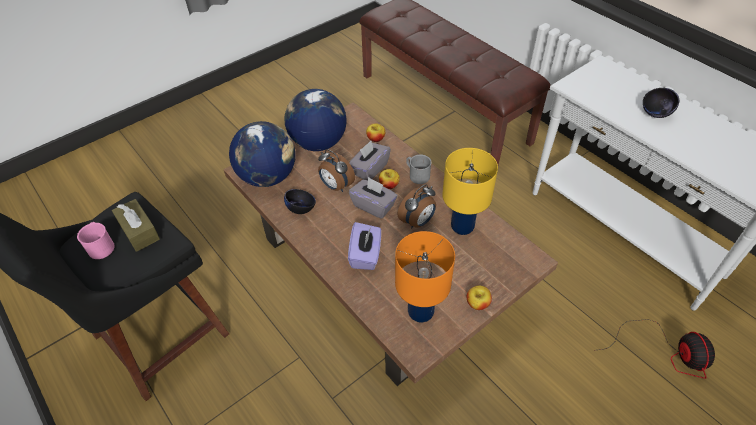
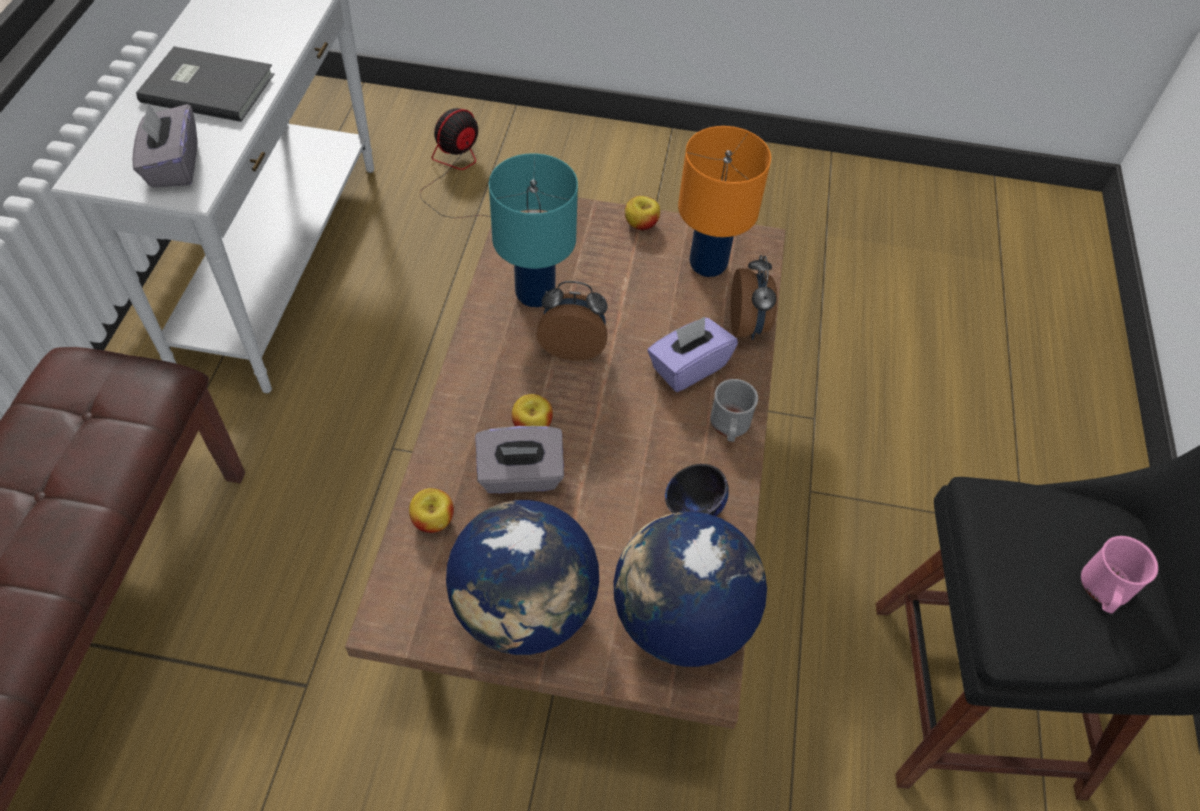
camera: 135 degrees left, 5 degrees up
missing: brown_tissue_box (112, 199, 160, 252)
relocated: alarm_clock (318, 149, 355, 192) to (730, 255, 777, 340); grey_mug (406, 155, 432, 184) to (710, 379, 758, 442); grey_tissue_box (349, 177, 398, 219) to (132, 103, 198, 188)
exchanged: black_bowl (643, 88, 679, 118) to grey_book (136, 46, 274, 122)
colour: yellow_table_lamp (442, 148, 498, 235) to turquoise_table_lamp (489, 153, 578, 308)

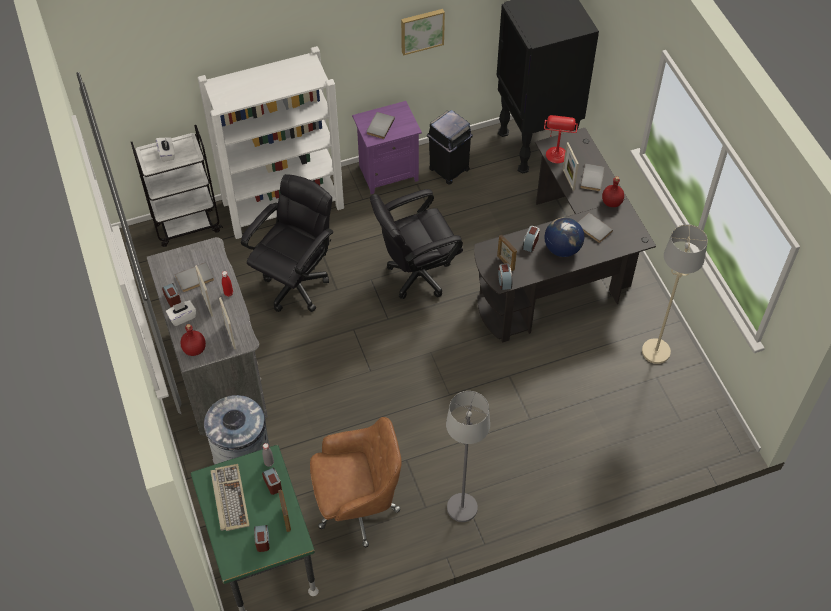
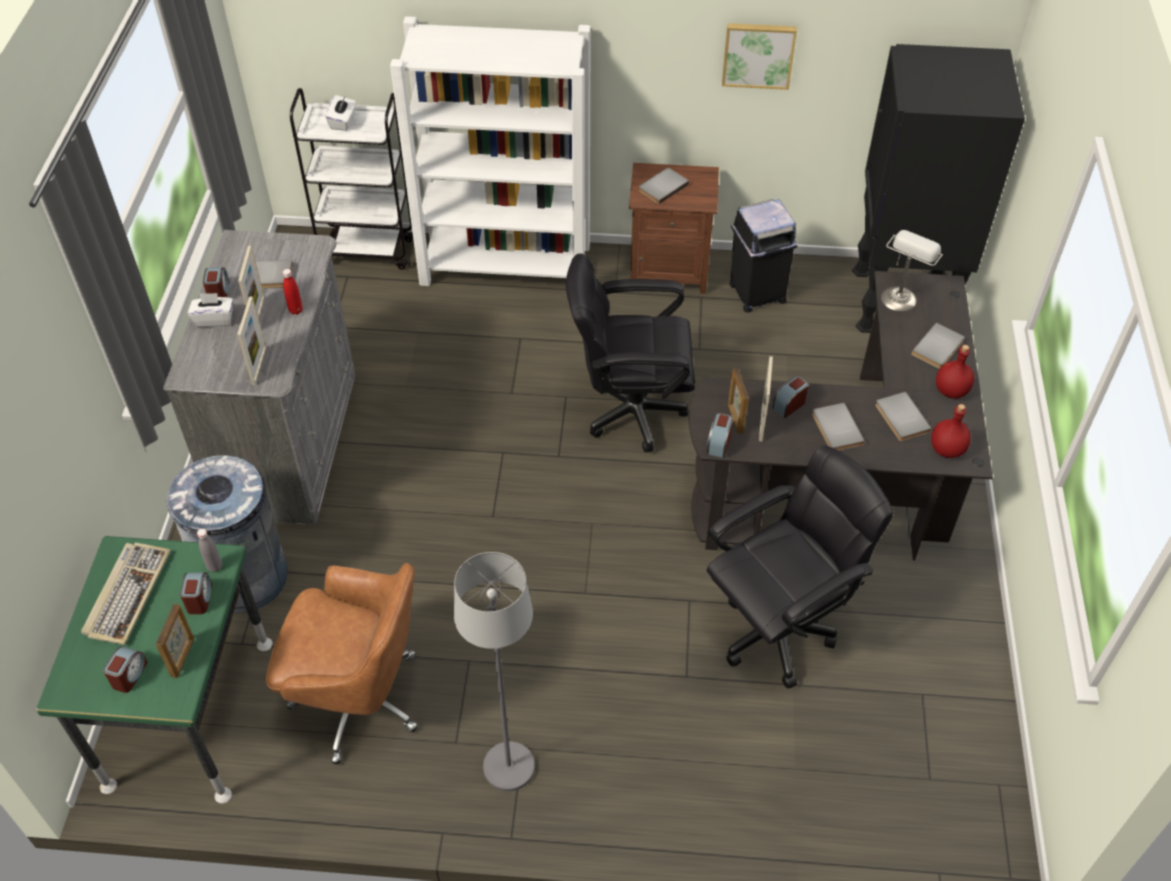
camera: 25 degrees right, 5 degrees down
missing: beige_floor_lamp (642, 224, 708, 364)
relocated: picture_frame (563, 142, 579, 191) to (759, 356, 773, 441); black_office_chair (241, 174, 333, 312) to (707, 445, 894, 688); red_bottle (180, 324, 206, 356) to (931, 404, 971, 458)
exchanged: globe (544, 217, 584, 257) to grey_book (812, 403, 865, 450)
colour: purple_nightstand (352, 101, 422, 194) to brown_nightstand (629, 163, 719, 294); red_table_lamp (544, 115, 578, 163) to white_table_lamp (881, 230, 943, 311)

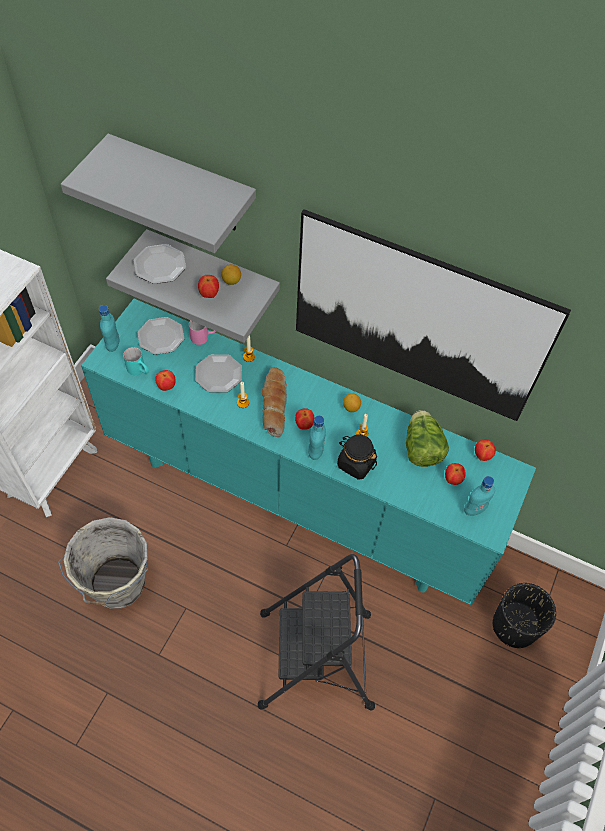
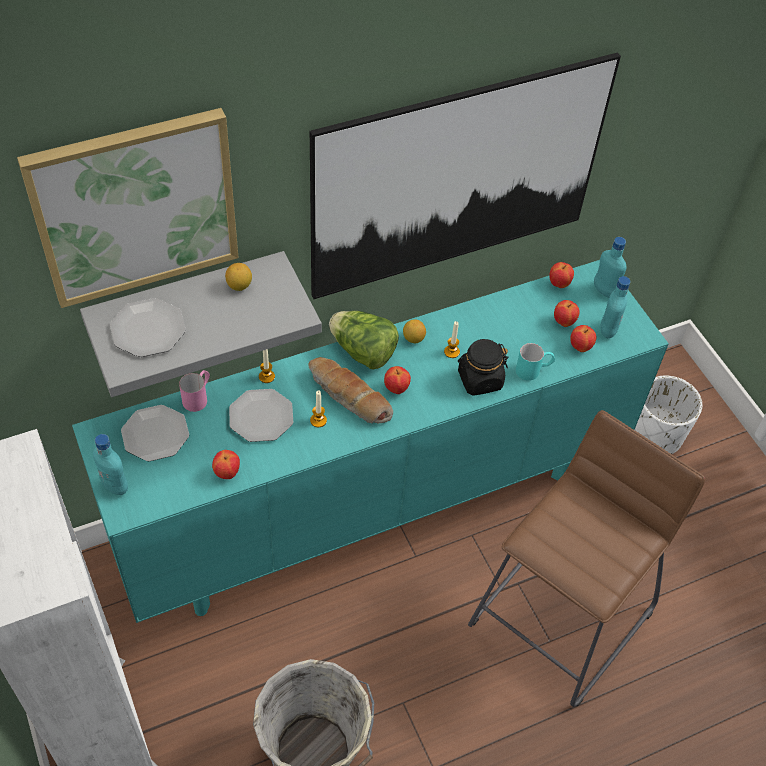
camera: 50 degrees left, 5 degrees down
relocated: apple (198, 275, 219, 298) to (570, 325, 597, 352); turquoise_mug (123, 347, 149, 375) to (516, 343, 555, 381); lettuce (406, 410, 449, 467) to (329, 311, 399, 370); turquoise_bottle (308, 416, 326, 460) to (594, 237, 626, 298)
exchanged: grey_shelf (61, 134, 256, 253) to picture (17, 108, 239, 308); black_step_ladder (258, 554, 375, 710) to brown_stool (468, 410, 705, 707)
colour: black_planter (493, 583, 556, 649) to white_planter (635, 375, 702, 454)

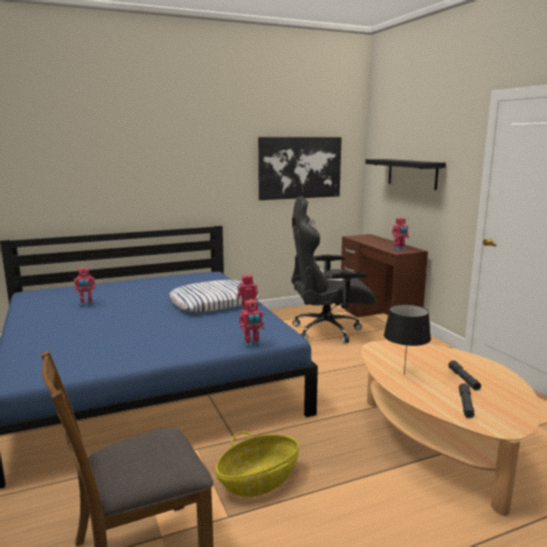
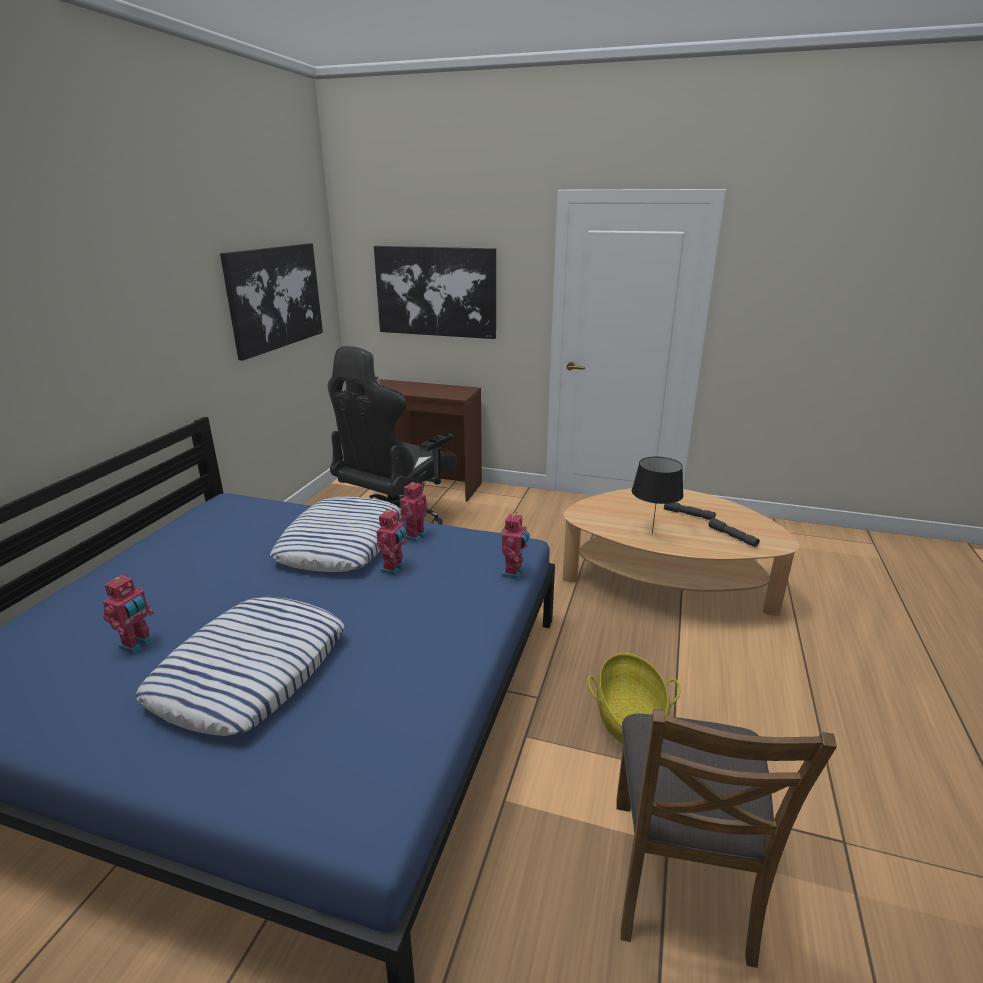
camera: 50 degrees left, 10 degrees up
appeared: pillow (136, 597, 345, 736)
relocated: toy_robot (392, 217, 409, 250) to (377, 508, 407, 575)
exchanged: black_shelf (365, 159, 446, 190) to picture (374, 246, 496, 339)

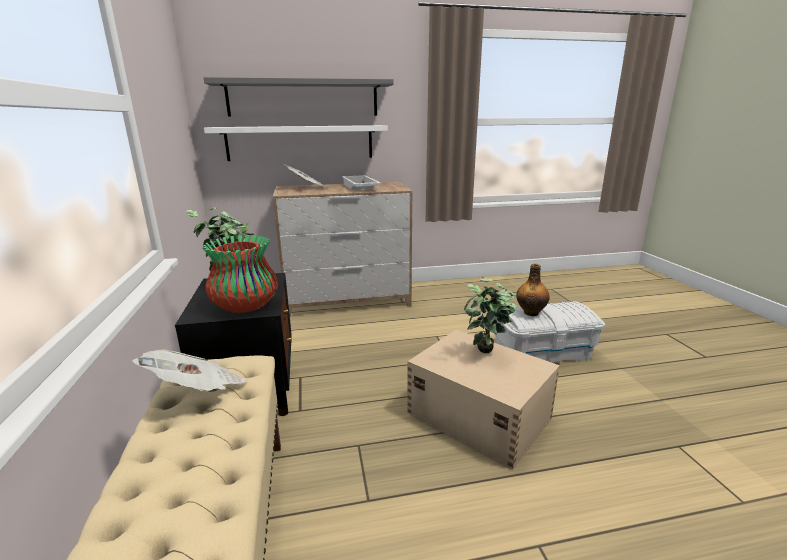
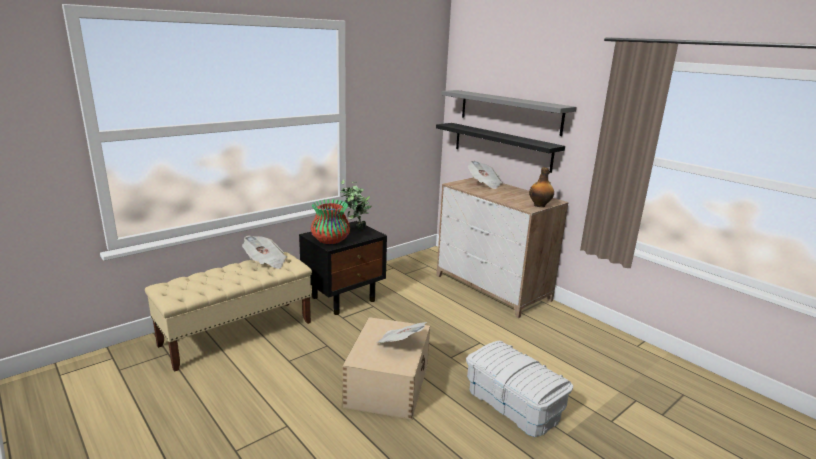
camera: 60 degrees right, 0 degrees up
missing: white_tray (342, 175, 381, 190)
relocated: bottle (516, 264, 550, 316) to (529, 167, 554, 207)
exchanged: potted_plant (464, 278, 516, 353) to newspaper (376, 322, 427, 343)
colour: white_shelf (204, 125, 388, 161) to black_shelf (436, 123, 565, 173)

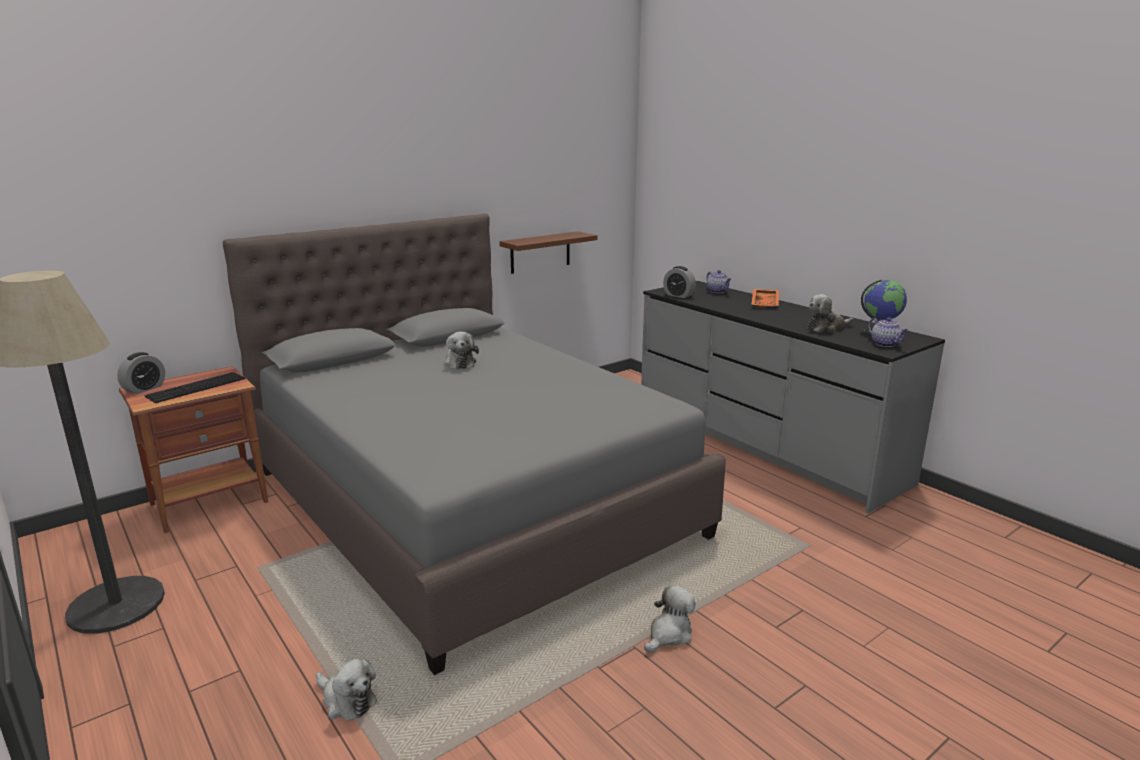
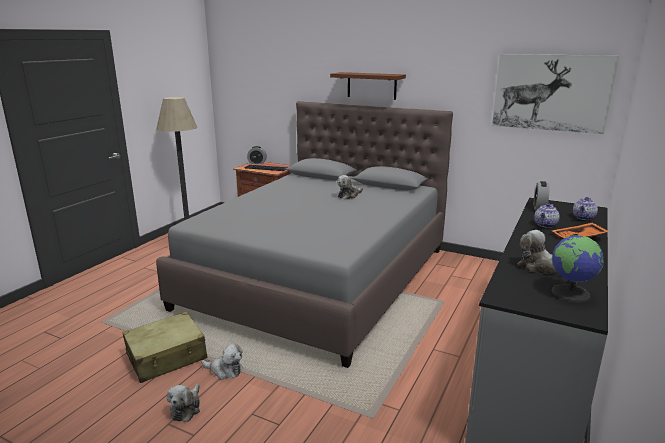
camera: 65 degrees right, 0 degrees up
appeared: picture (492, 54, 619, 134); beige_suitcase (123, 311, 207, 383)
relocated: brown_shelf (499, 231, 597, 274) to (330, 72, 406, 100); teapot (868, 317, 909, 347) to (534, 203, 560, 228); plush_toy (316, 658, 377, 721) to (167, 384, 200, 422)

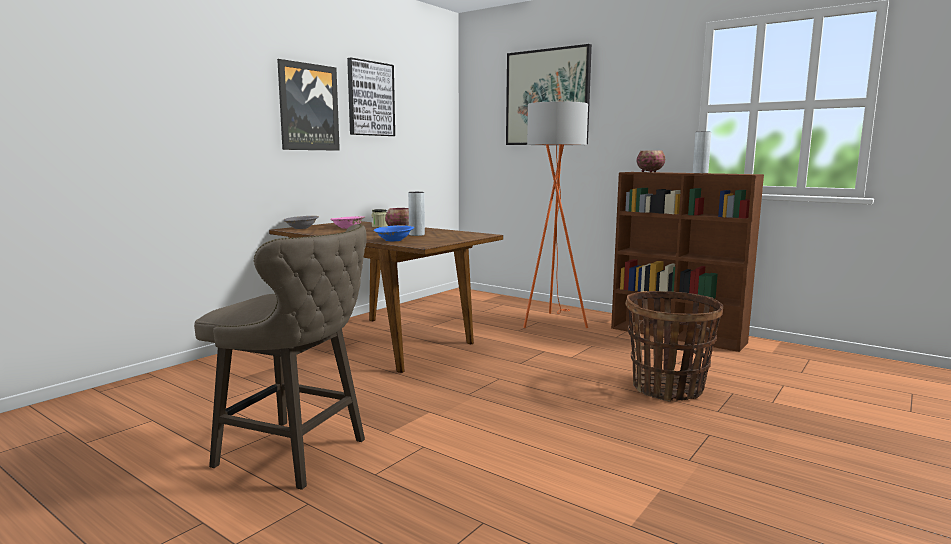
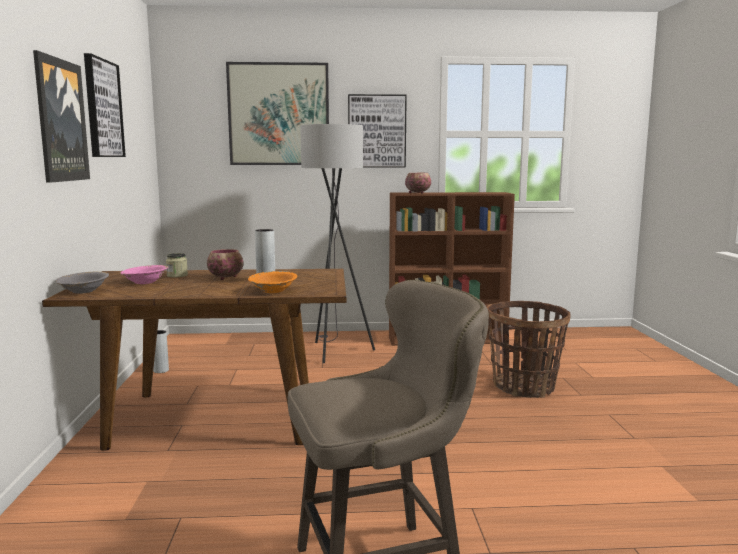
camera: 40 degrees left, 0 degrees up
appeared: picture (348, 94, 407, 168)
relocated: grey_vase (693, 132, 711, 173) to (153, 330, 169, 373)
colour: orange_floor_lamp (523, 101, 588, 328) to grey_floor_lamp (300, 124, 375, 363); blue_bowl (374, 225, 414, 241) to orange_bowl (248, 271, 297, 293)

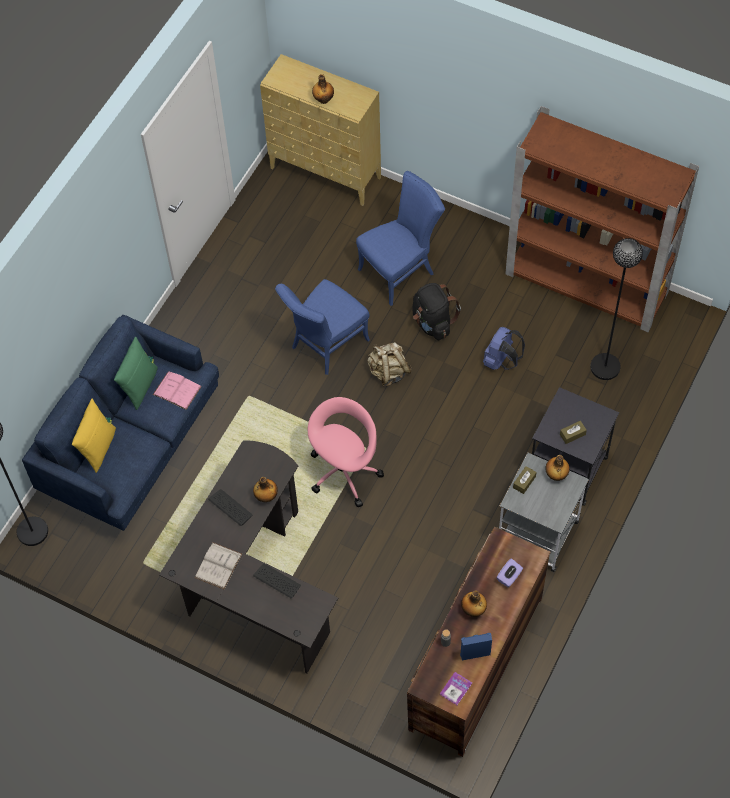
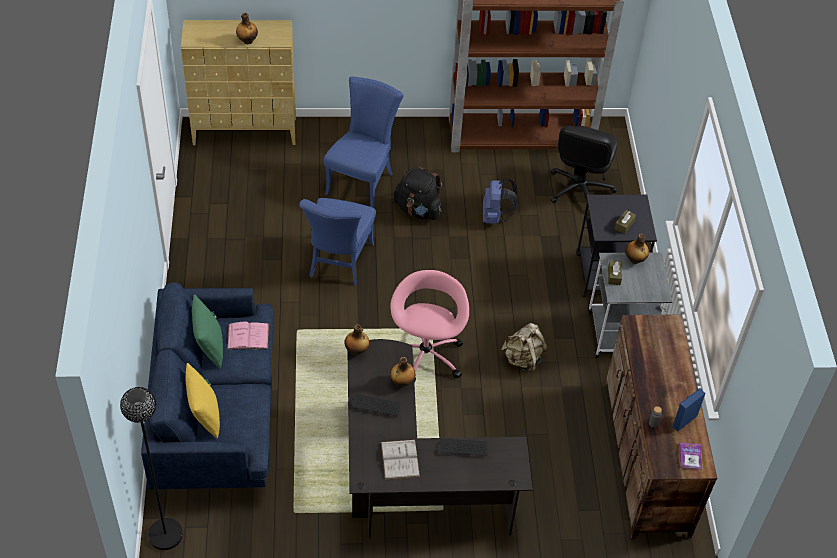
camera: 35 degrees left, 10 degrees down
missing: purple_tissue_box (496, 558, 523, 588)
relocated: beige_backpack (367, 342, 412, 386) to (501, 323, 548, 373); bottle (461, 591, 487, 617) to (344, 324, 369, 355)
exchanged: black_floor_lamp (590, 238, 643, 380) to black_office_chair (550, 126, 618, 214)

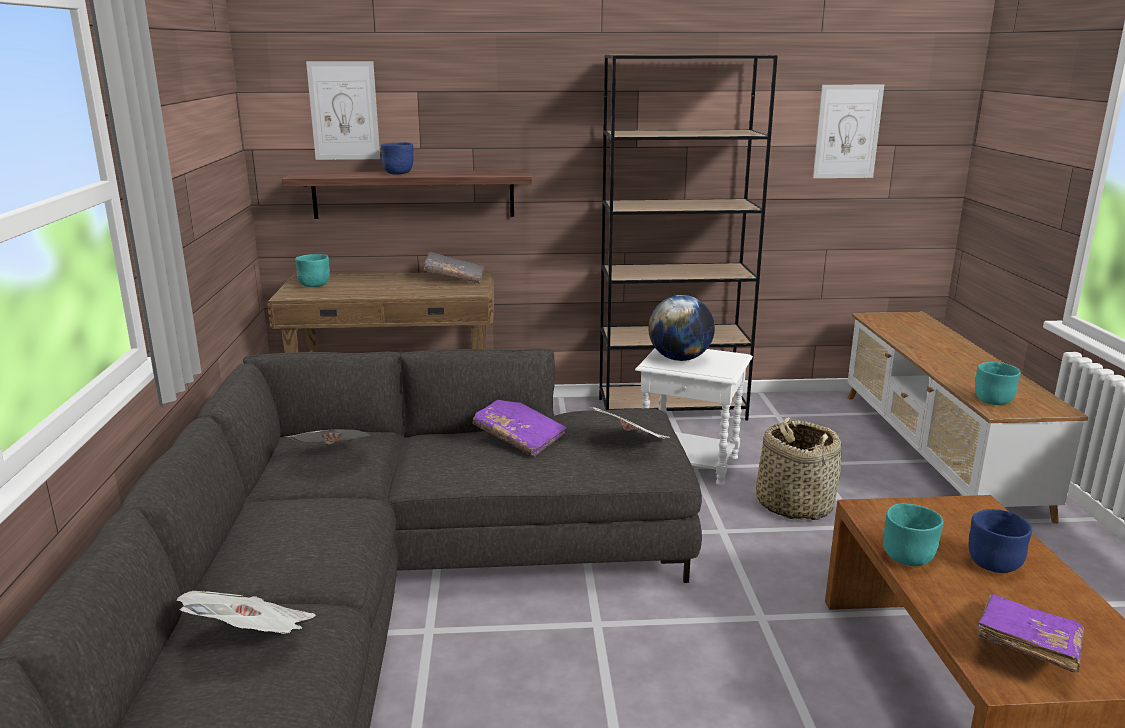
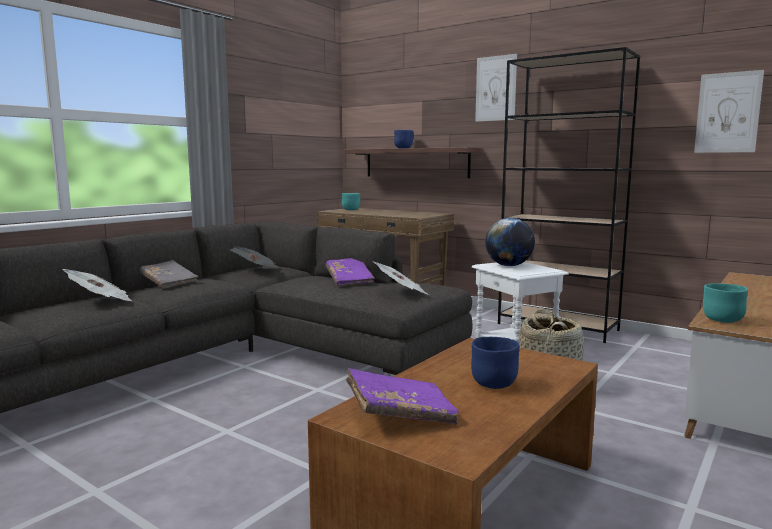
camera: 40 degrees right, 10 degrees down
missing: turquoise_bowl (883, 503, 944, 566)
relocated: picture (306, 61, 380, 160) to (475, 54, 517, 122); grey_book (424, 251, 485, 284) to (140, 260, 199, 289)

